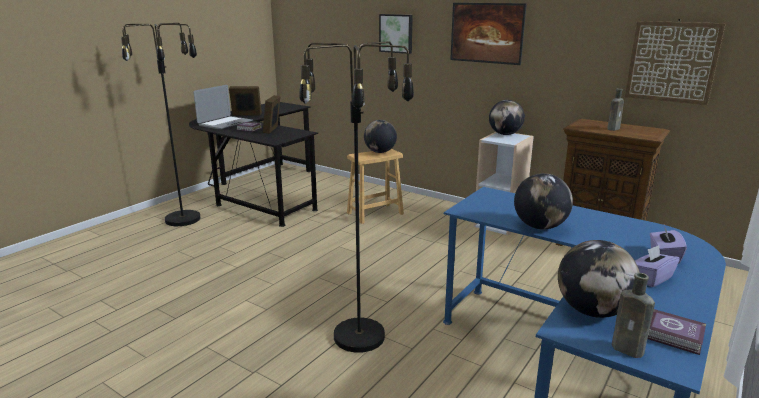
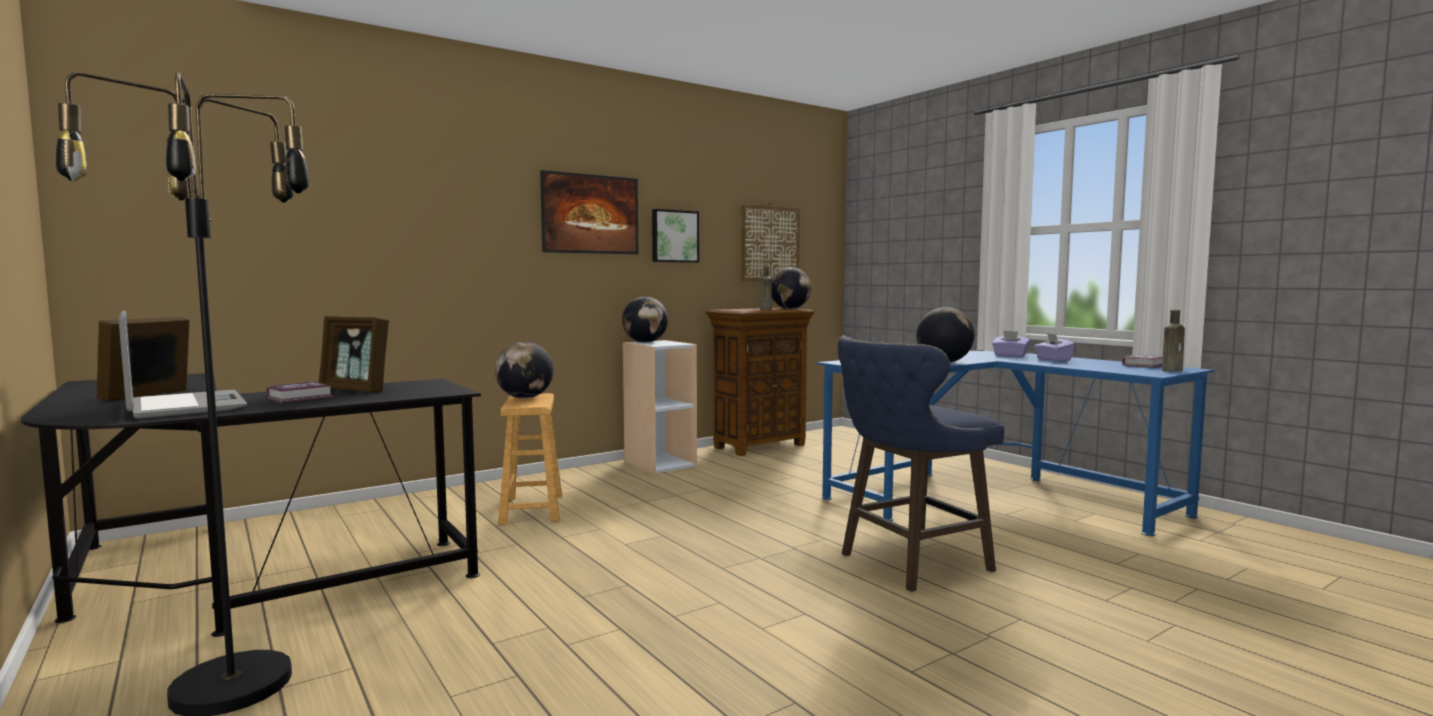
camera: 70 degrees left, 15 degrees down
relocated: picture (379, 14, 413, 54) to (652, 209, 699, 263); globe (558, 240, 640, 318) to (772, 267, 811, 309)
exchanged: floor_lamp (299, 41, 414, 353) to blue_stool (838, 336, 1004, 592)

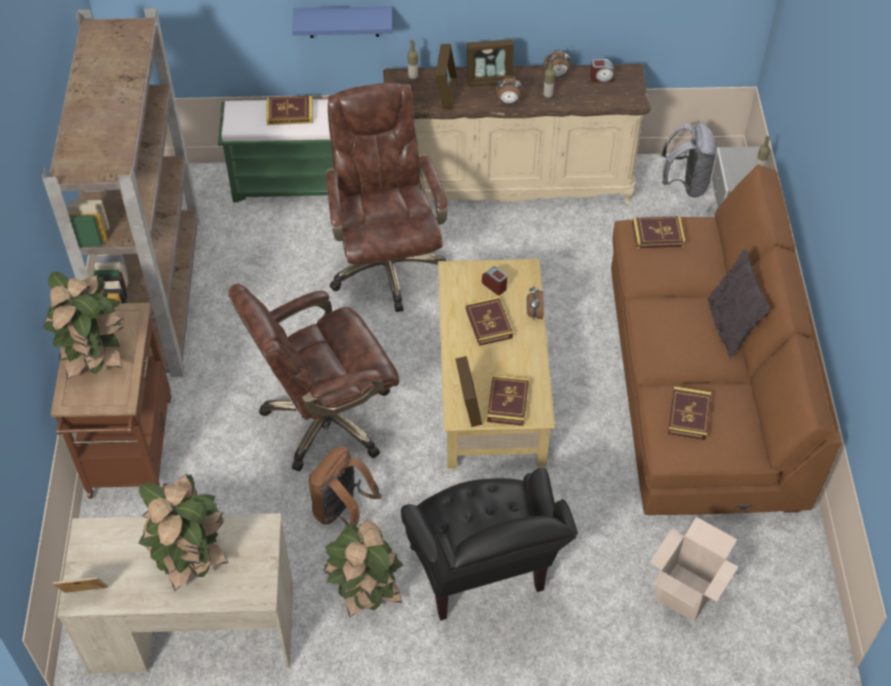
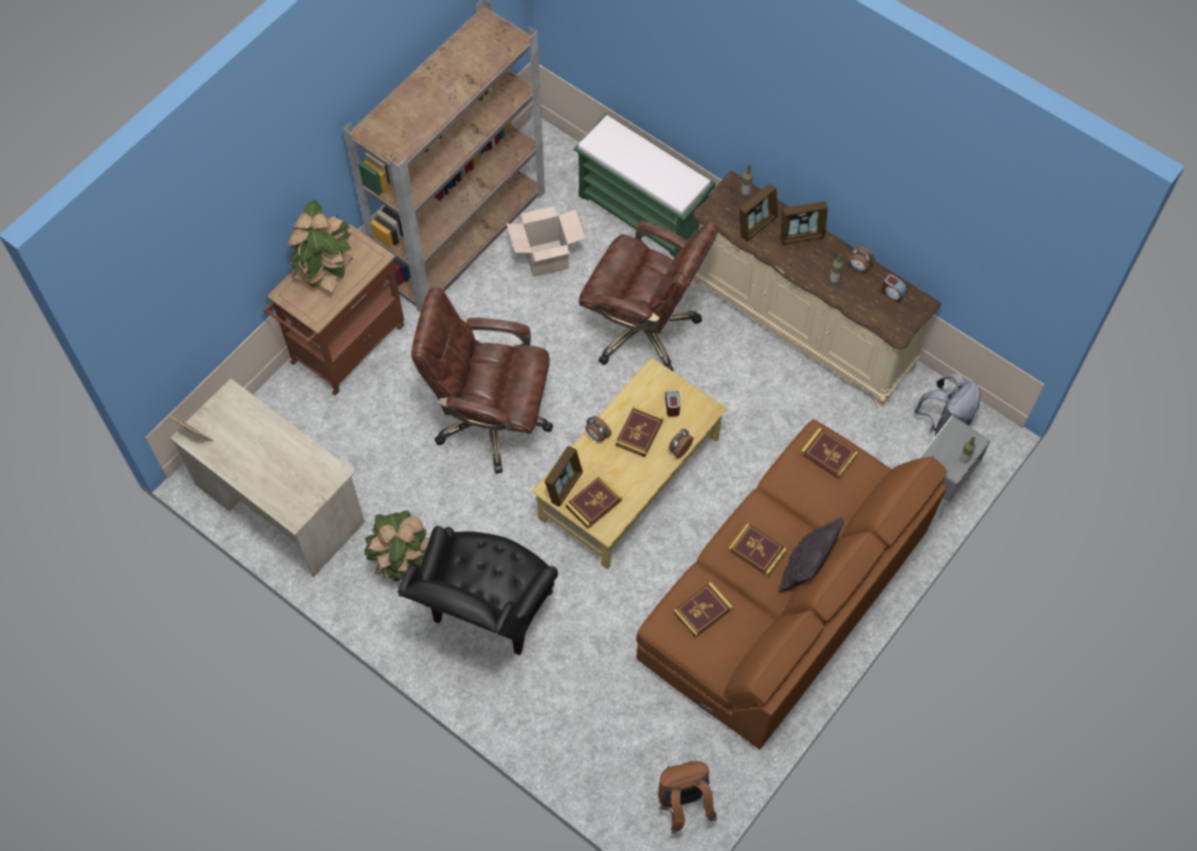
camera: 40 degrees right, 10 degrees up
missing: blue_shelf (292, 6, 392, 38); potted_plant (138, 474, 229, 591)
relocated: alarm_clock (496, 76, 522, 105) to (586, 416, 612, 442); book (267, 96, 313, 125) to (728, 523, 787, 577); brown_backpack (308, 446, 382, 526) to (658, 761, 717, 834); cardboard_box (650, 517, 738, 622) to (506, 206, 585, 277)
spun: picture_frame (467, 39, 514, 87) = (780, 201, 828, 245) 45 degrees counterclockwise; brown_office_chair (326, 83, 448, 312) = (579, 221, 718, 371) 90 degrees clockwise

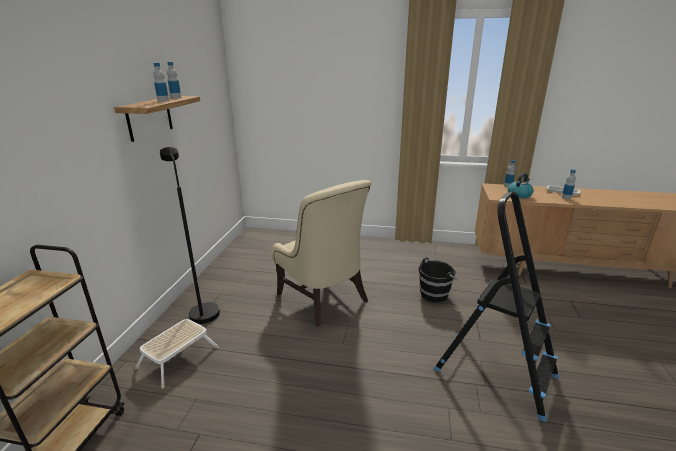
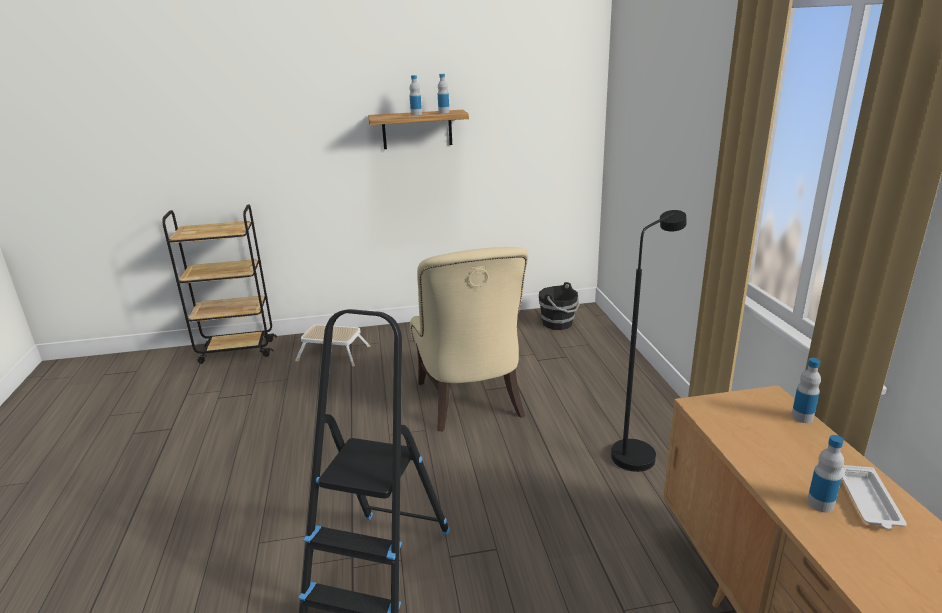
camera: 70 degrees right, 0 degrees up
missing: kettle (508, 173, 534, 198)
relocated: black_floor_lamp (160, 147, 220, 324) to (611, 210, 687, 472); black_bucket (418, 257, 458, 302) to (539, 282, 580, 330)
spun: beige_chair (272, 180, 372, 326) = (410, 247, 529, 431) 45 degrees counterclockwise

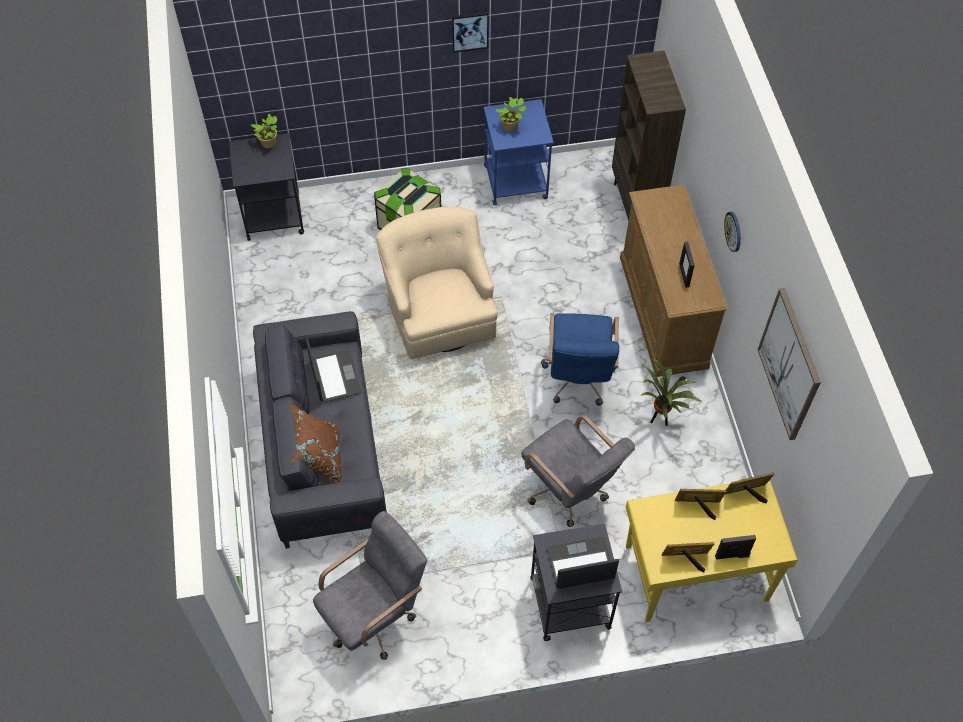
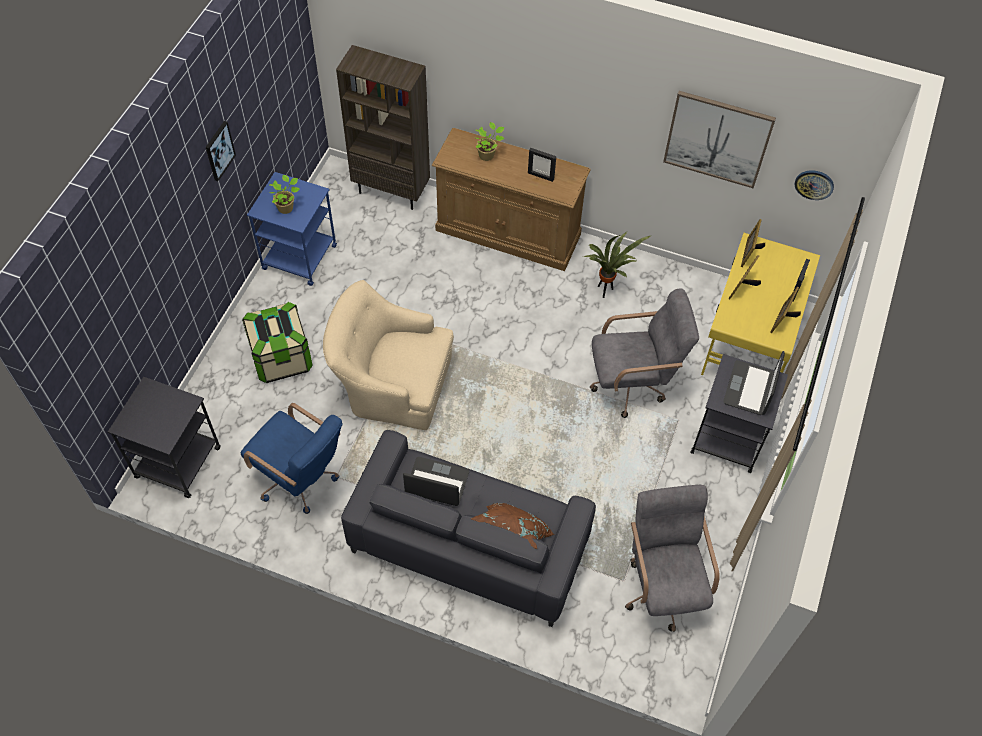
camera: 60 degrees left, 0 degrees up
relocated: potted_plant (251, 114, 277, 148) to (475, 122, 504, 161); wall_clock (724, 212, 741, 252) to (795, 170, 834, 200); blue_office_chair (541, 313, 619, 406) to (241, 403, 343, 514)

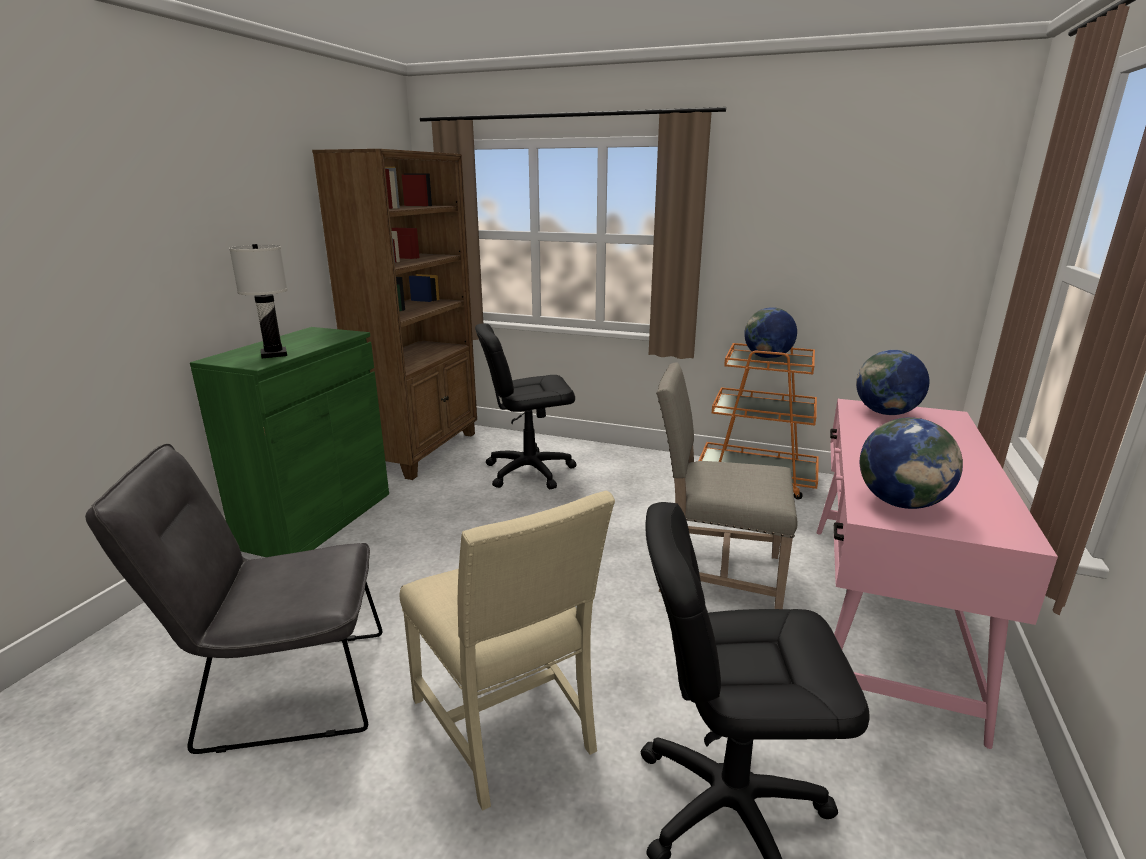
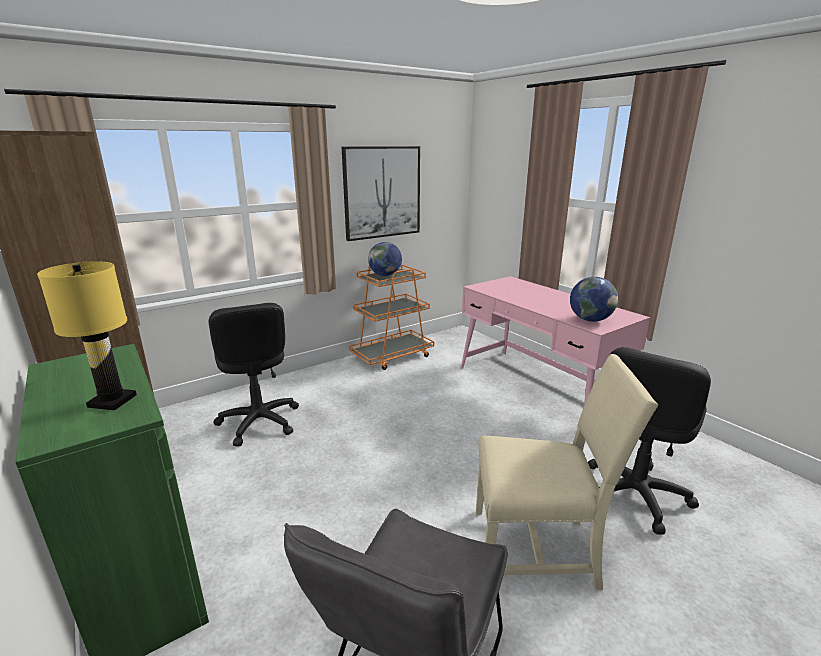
camera: 55 degrees left, 0 degrees up
missing: globe (856, 350, 929, 415); beige_chair (656, 362, 798, 609)
appeared: picture (342, 146, 420, 241)
colour: white_table_lamp (229, 244, 288, 359) to yellow_table_lamp (37, 261, 137, 410)
spun: black_office_chair (475, 323, 577, 489) = (209, 303, 299, 447) 45 degrees counterclockwise

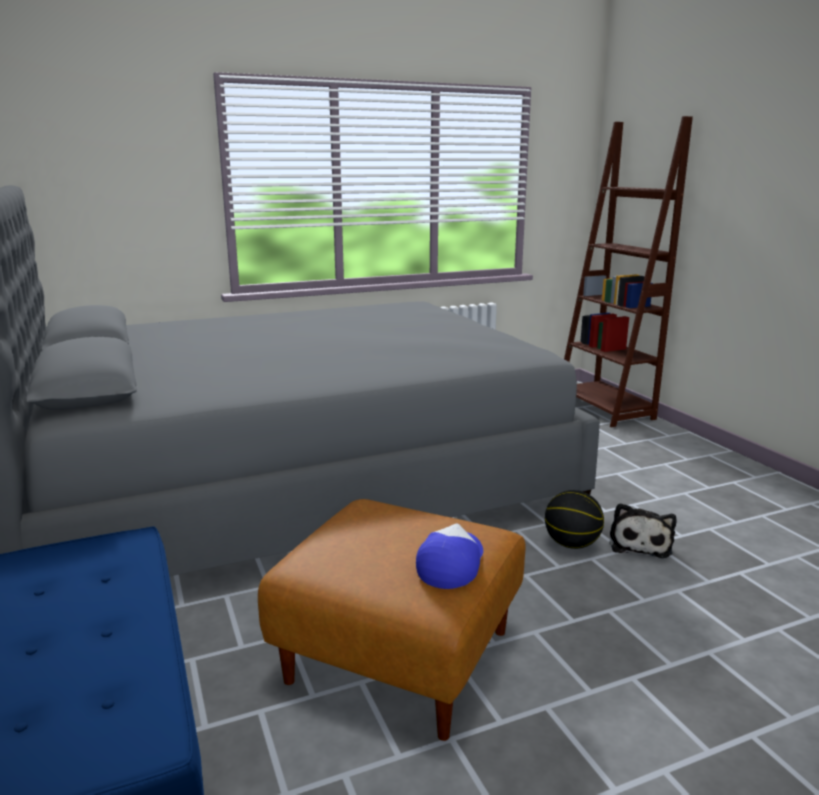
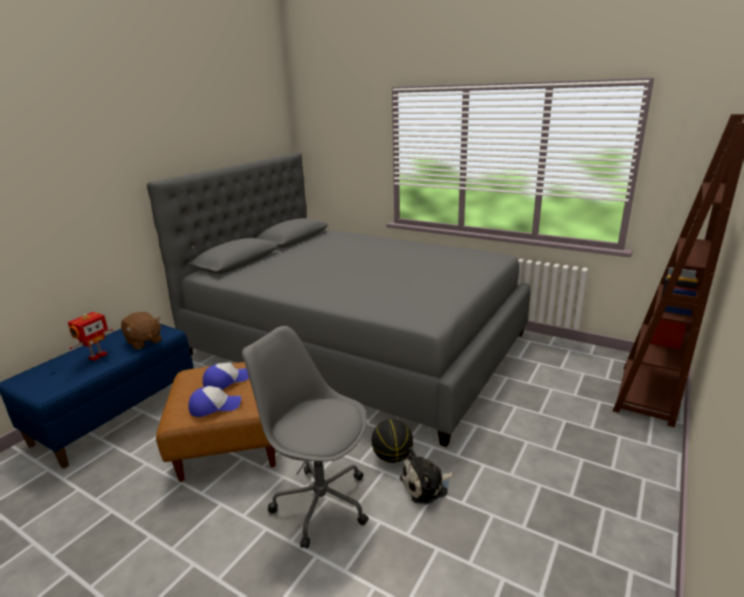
camera: 55 degrees right, 5 degrees up
appeared: toy_robot (68, 312, 113, 361); brown_plush_toy (121, 312, 162, 350); grey_office_chair (242, 326, 369, 548); cap (203, 362, 249, 390)

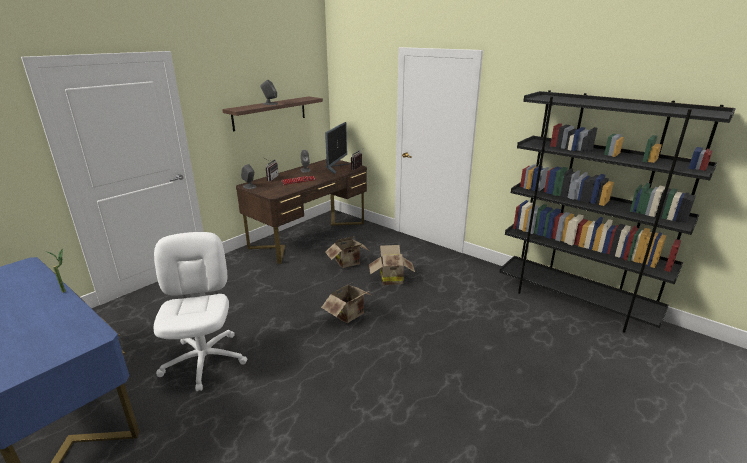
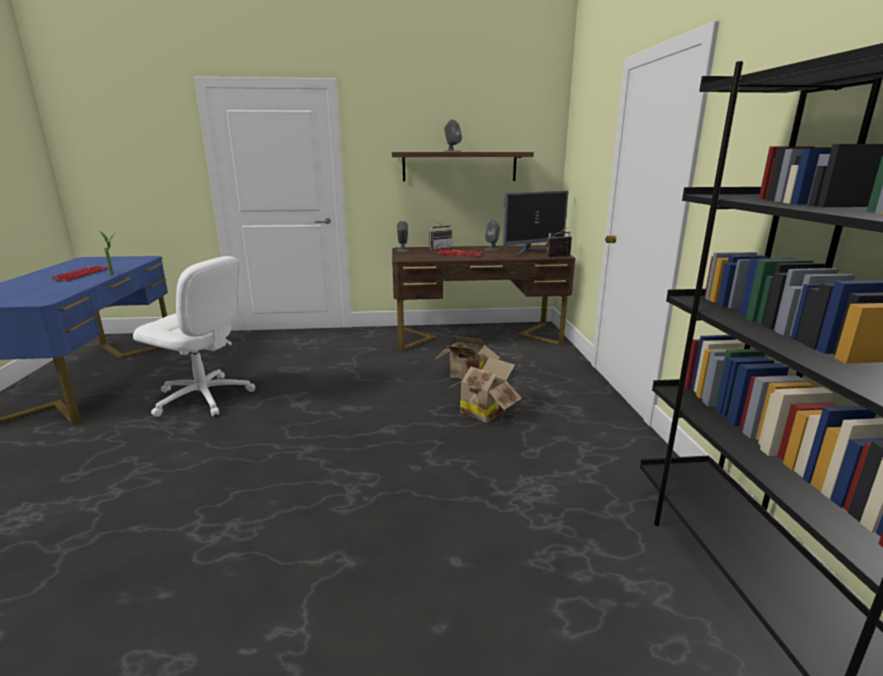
camera: 45 degrees right, 5 degrees down
missing: cardboard_box (321, 284, 373, 323)
appeared: keyboard (52, 266, 108, 281)
spun: white_office_chair (154, 232, 247, 391) = (133, 256, 255, 417) 75 degrees clockwise

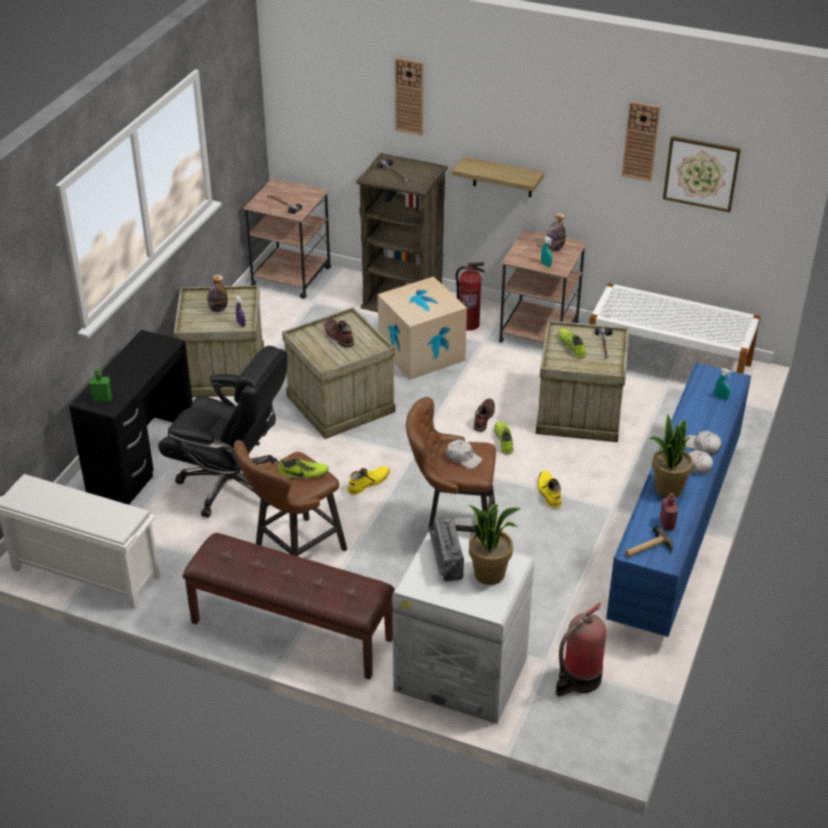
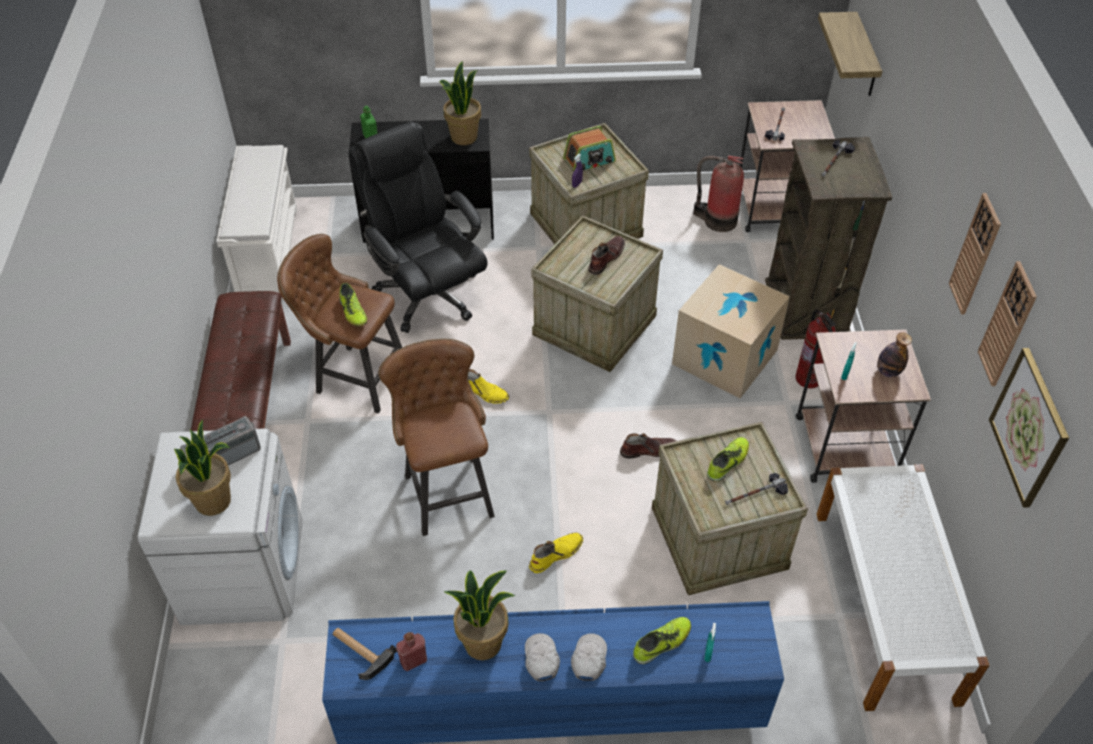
camera: 65 degrees right, 10 degrees up
missing: white_cap (446, 440, 483, 469)
appeared: potted_plant (439, 61, 481, 145)
relocated: wall_clock (395, 58, 423, 135) to (949, 193, 1001, 314); shelf (452, 156, 544, 197) to (818, 12, 882, 96); shoe (494, 422, 513, 454) to (633, 617, 691, 664); fire_extinguisher (556, 602, 606, 696) to (693, 155, 744, 232)
exchanged: bottle (207, 274, 228, 312) to radio (563, 126, 616, 172)
spun: black_office_chair (158, 346, 287, 518) = (349, 121, 488, 333) 150 degrees clockwise

